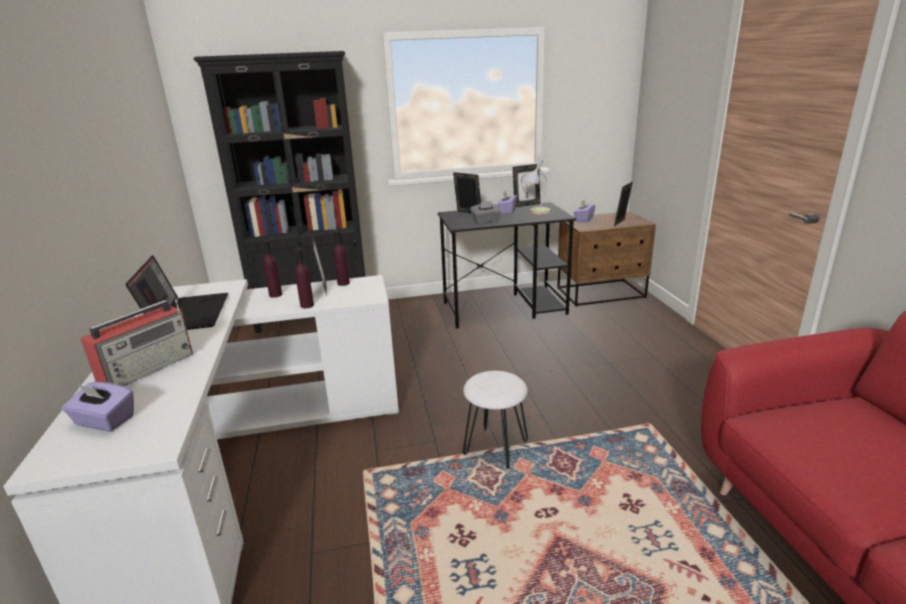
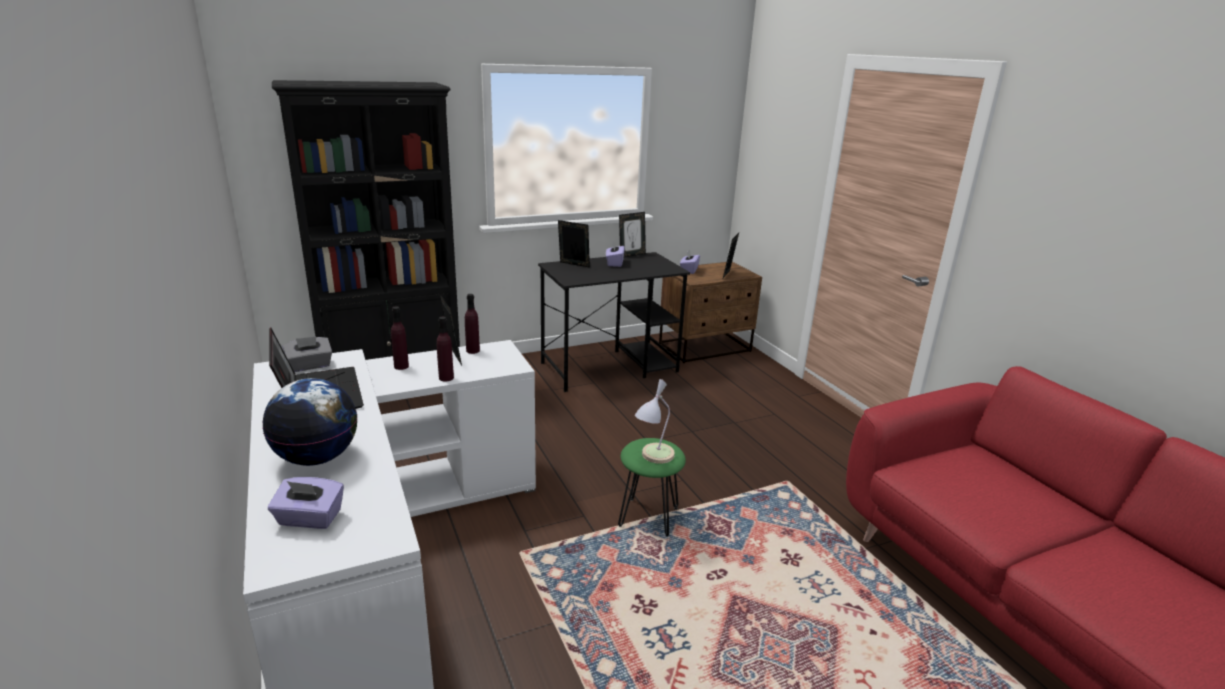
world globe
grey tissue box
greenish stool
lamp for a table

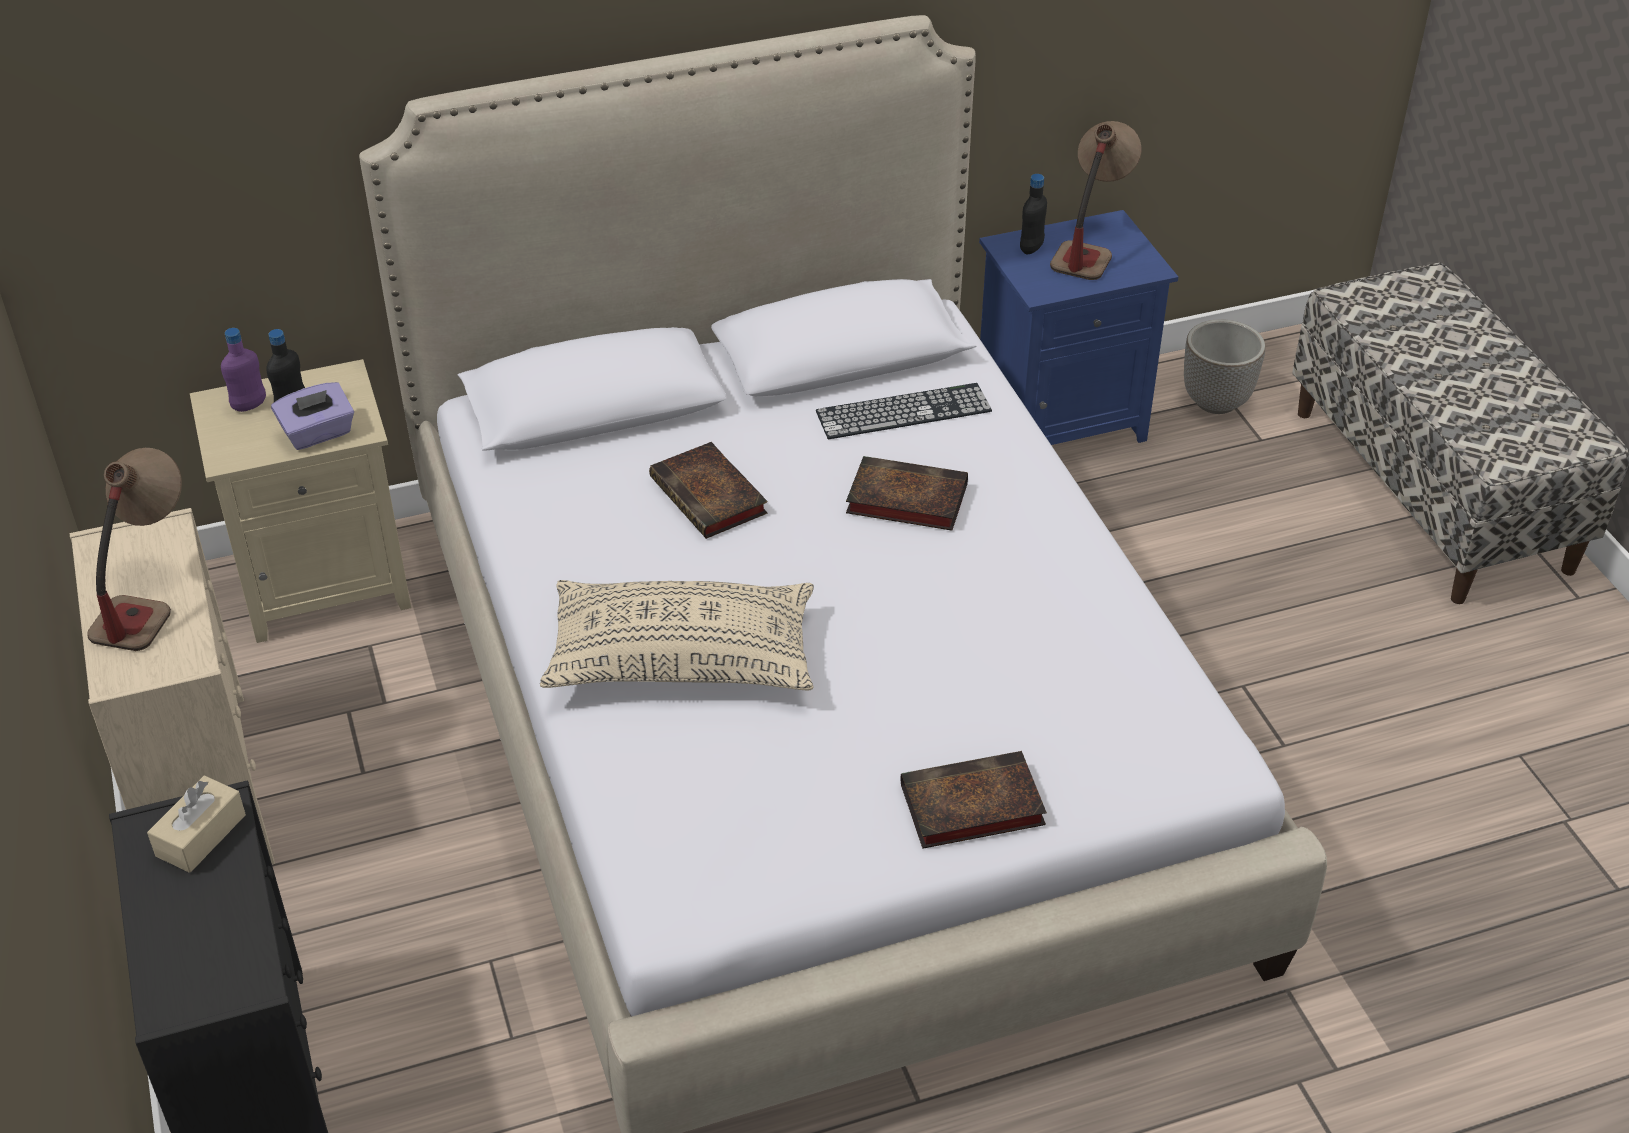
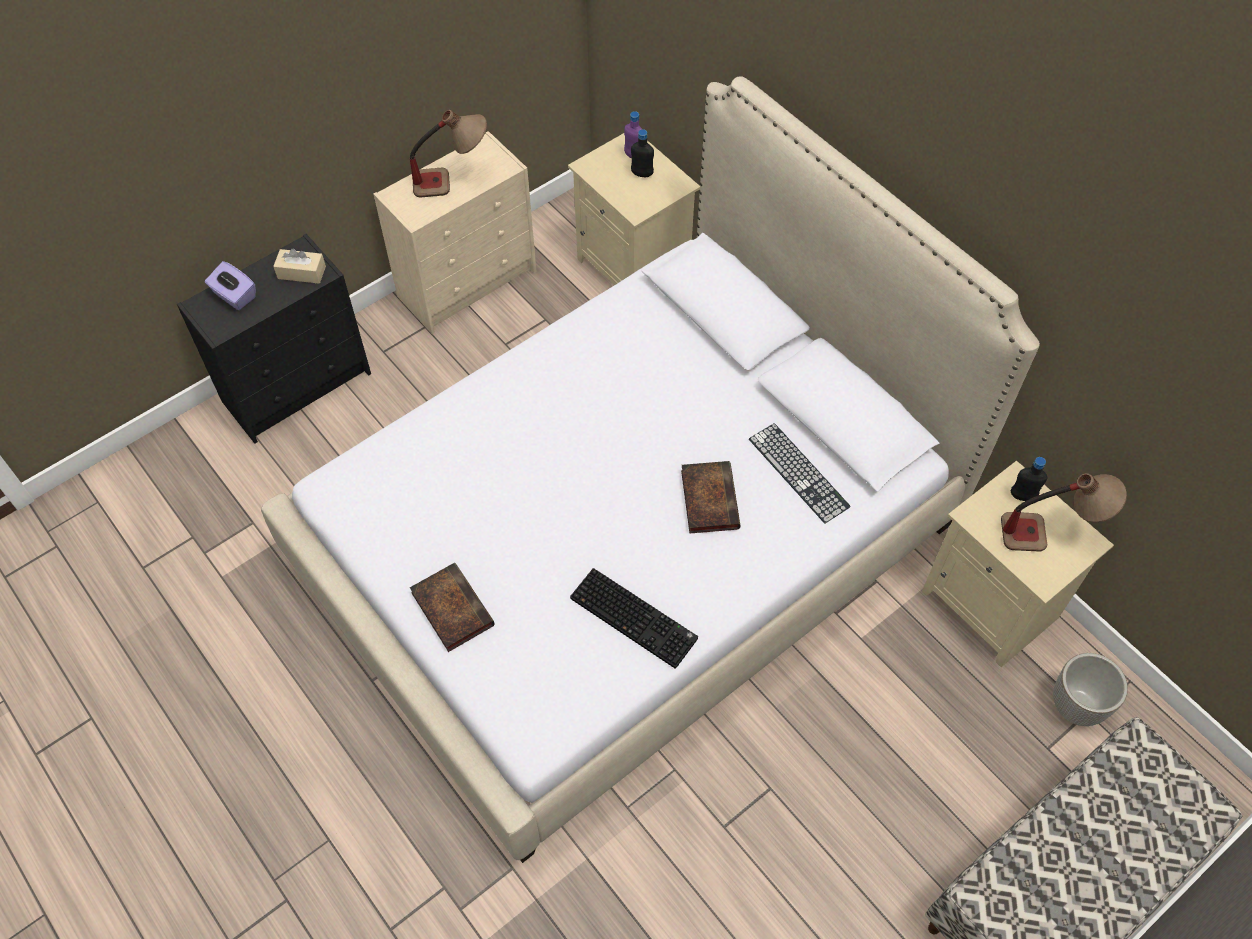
purple-coloured tissue box
keyboard (1st from left)
beige nightstand (2nd from left)
beige cushion
book (1st from left in the first image)

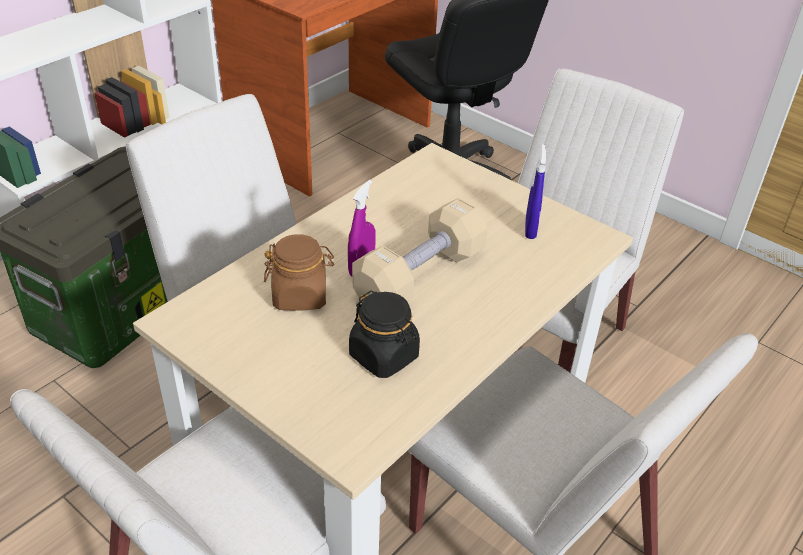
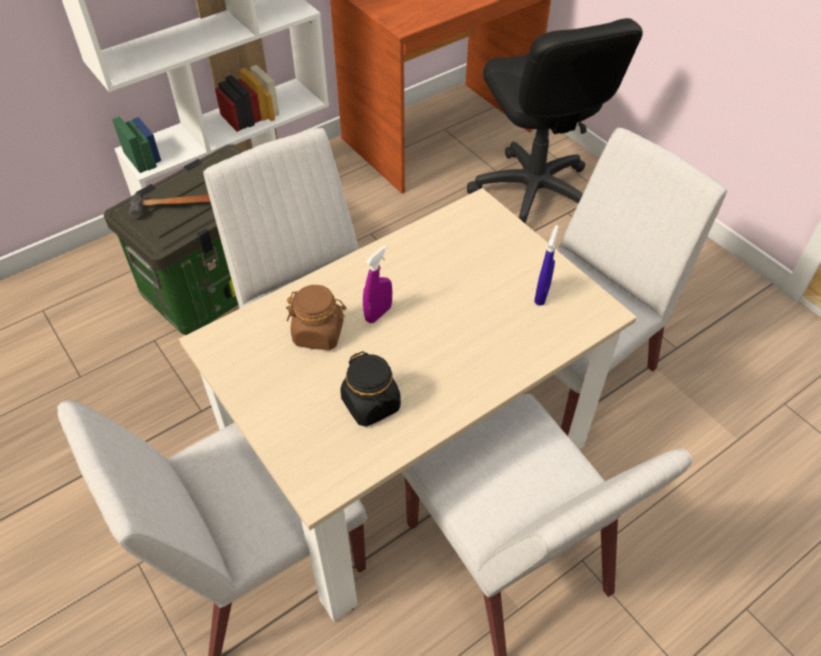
tool hammer
beige dumbbell

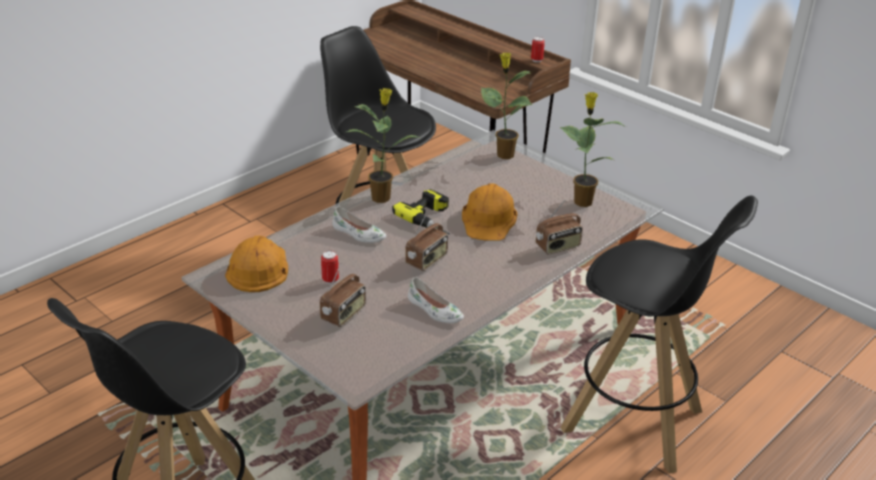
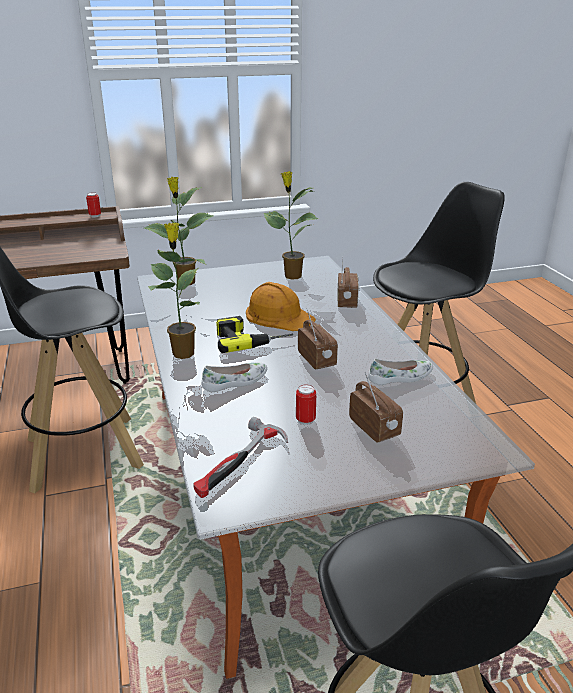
tool hammer

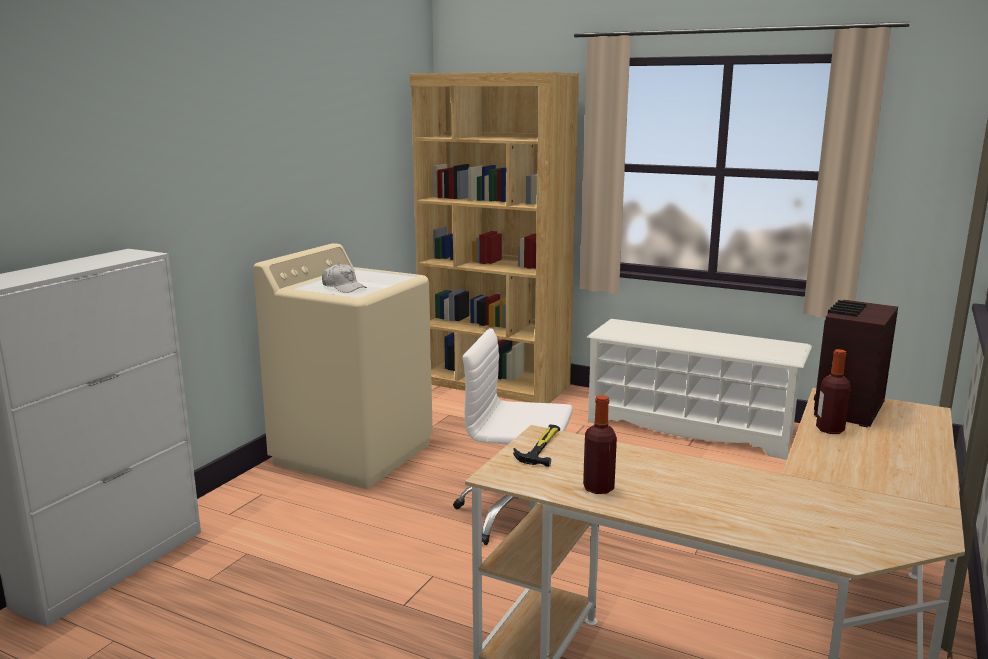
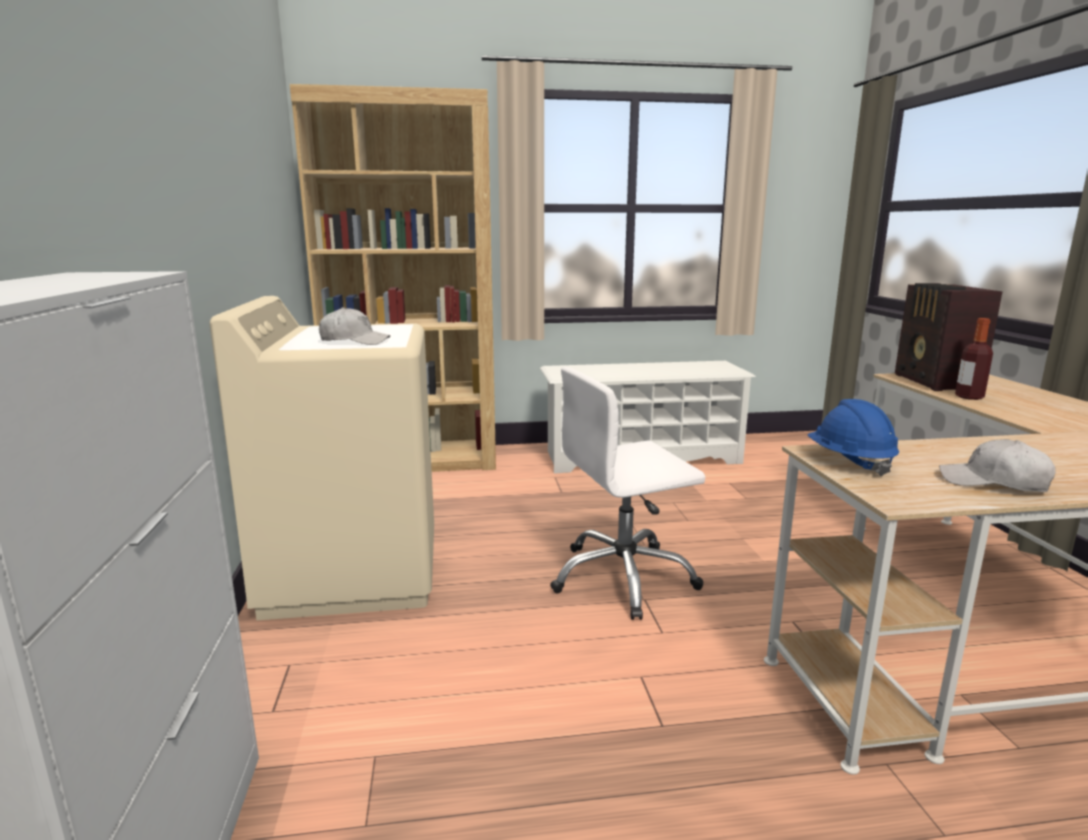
blue-coloured safety helmet
white-coloured peaked cap (2nd from left)

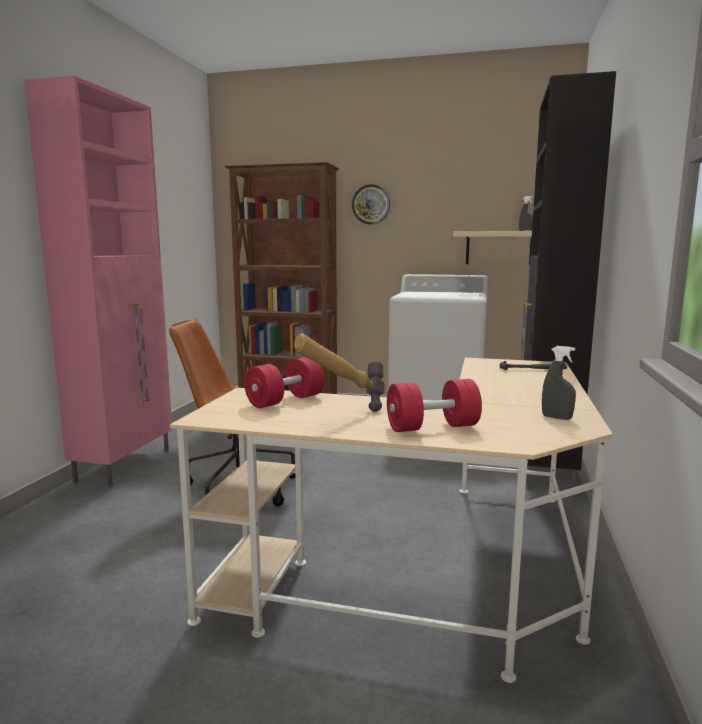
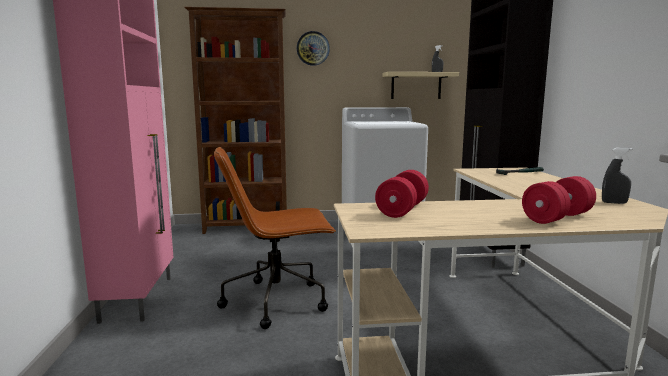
tool hammer (1st from left in the first image)

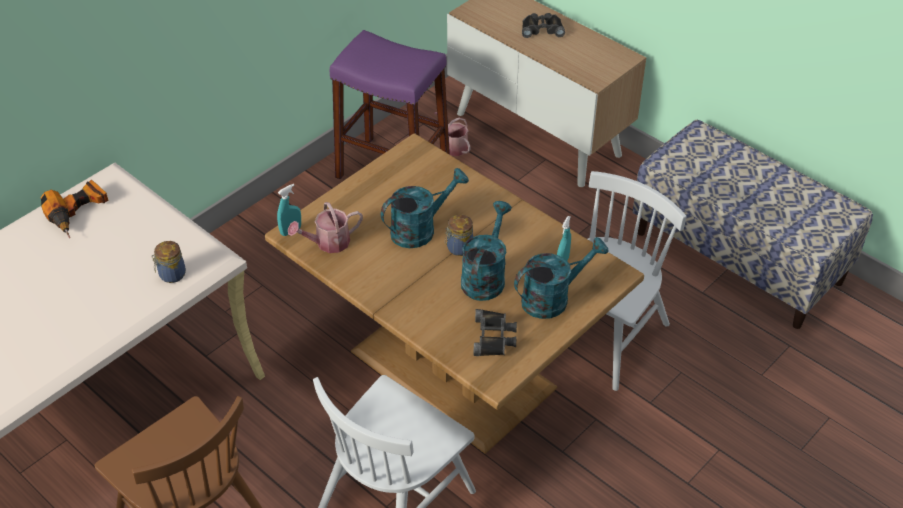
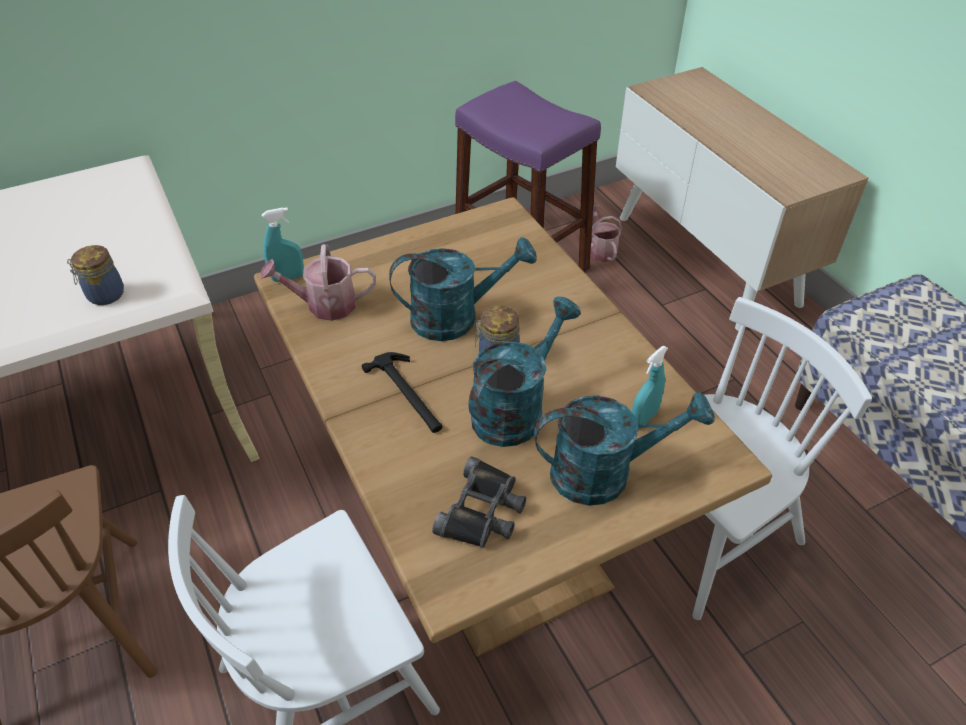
tool hammer
electric drill
blackish field glasses (2nd from left in the first image)

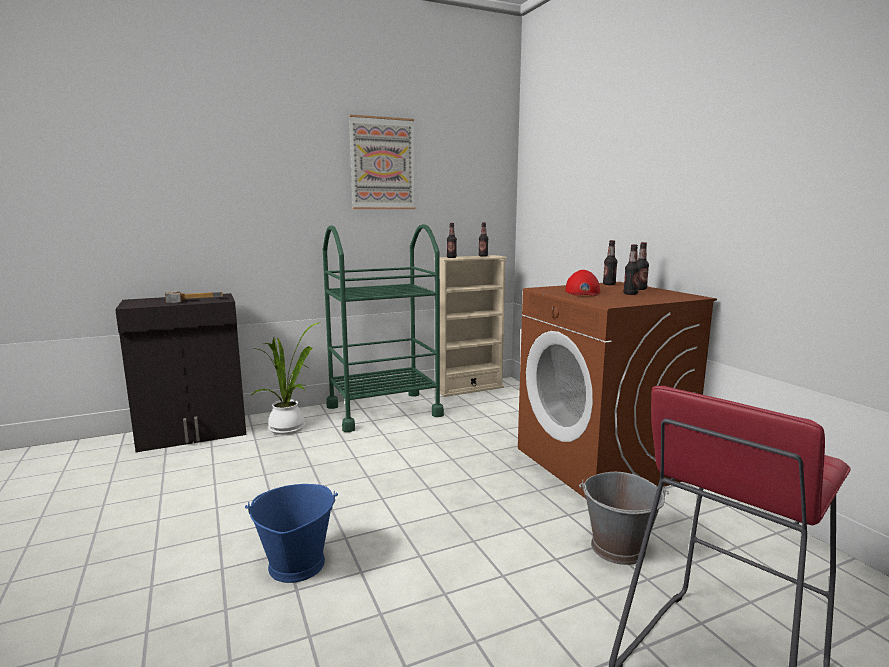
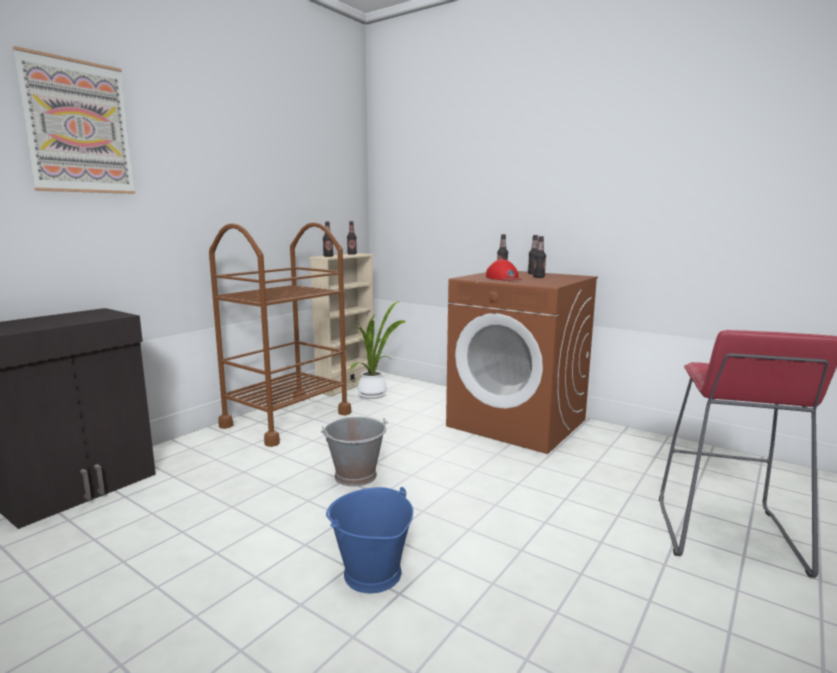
wall art
brown-coloured cart
grey water bucket
potted plant
tool hammer

